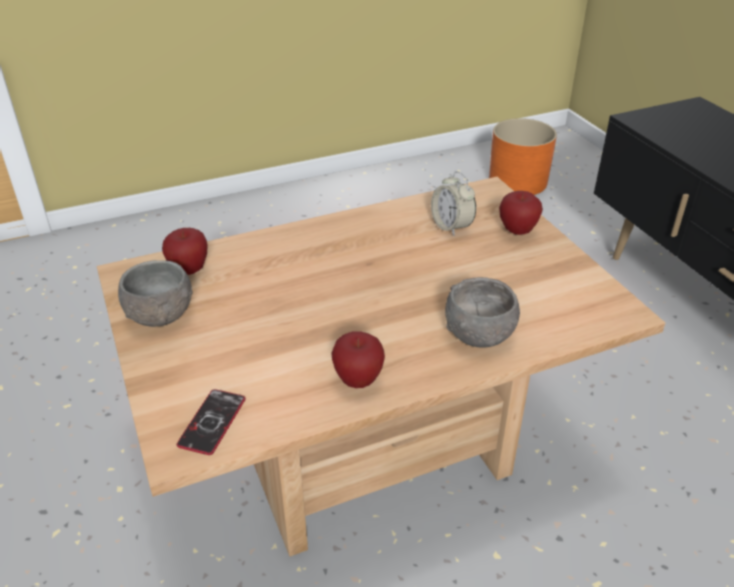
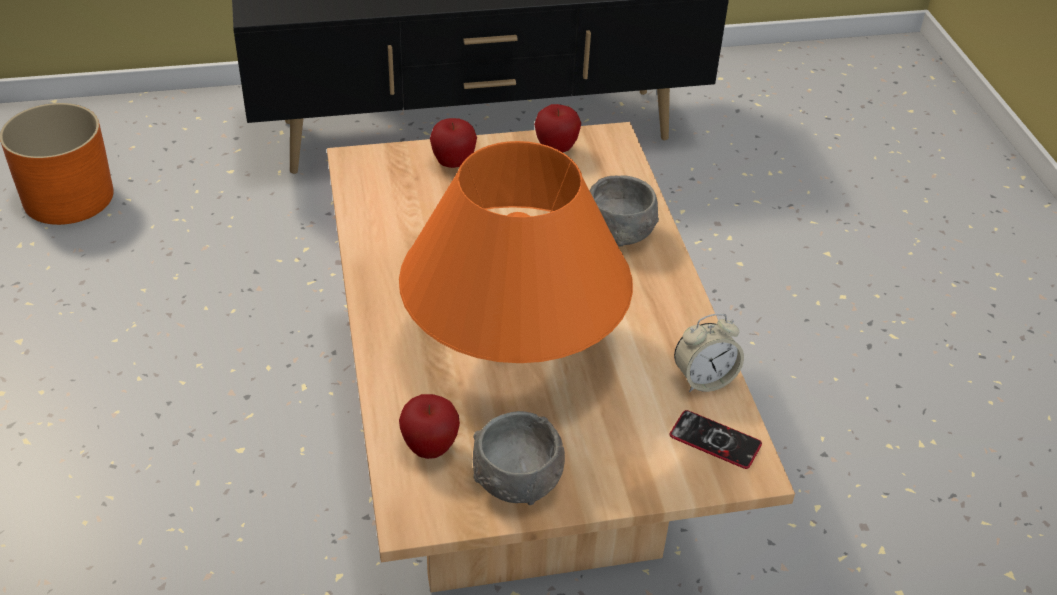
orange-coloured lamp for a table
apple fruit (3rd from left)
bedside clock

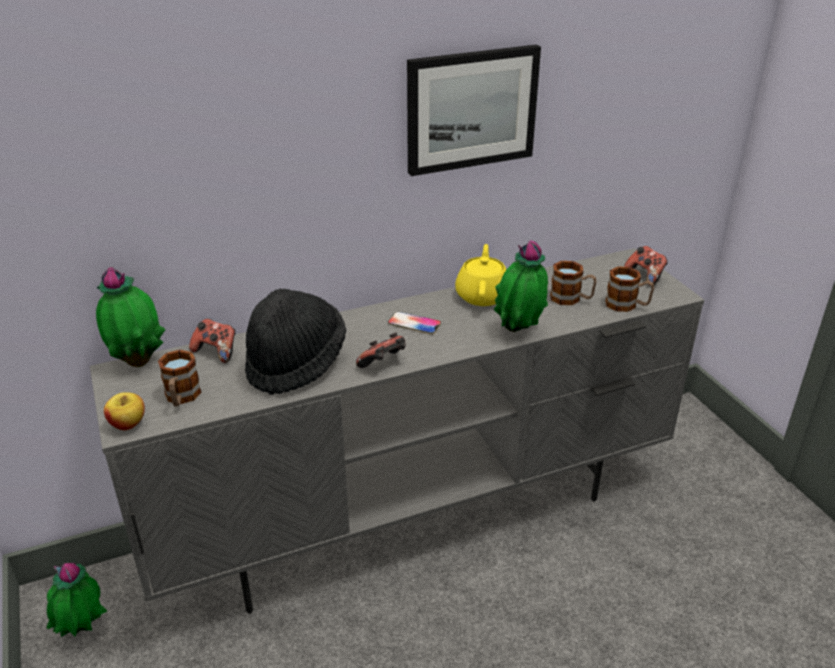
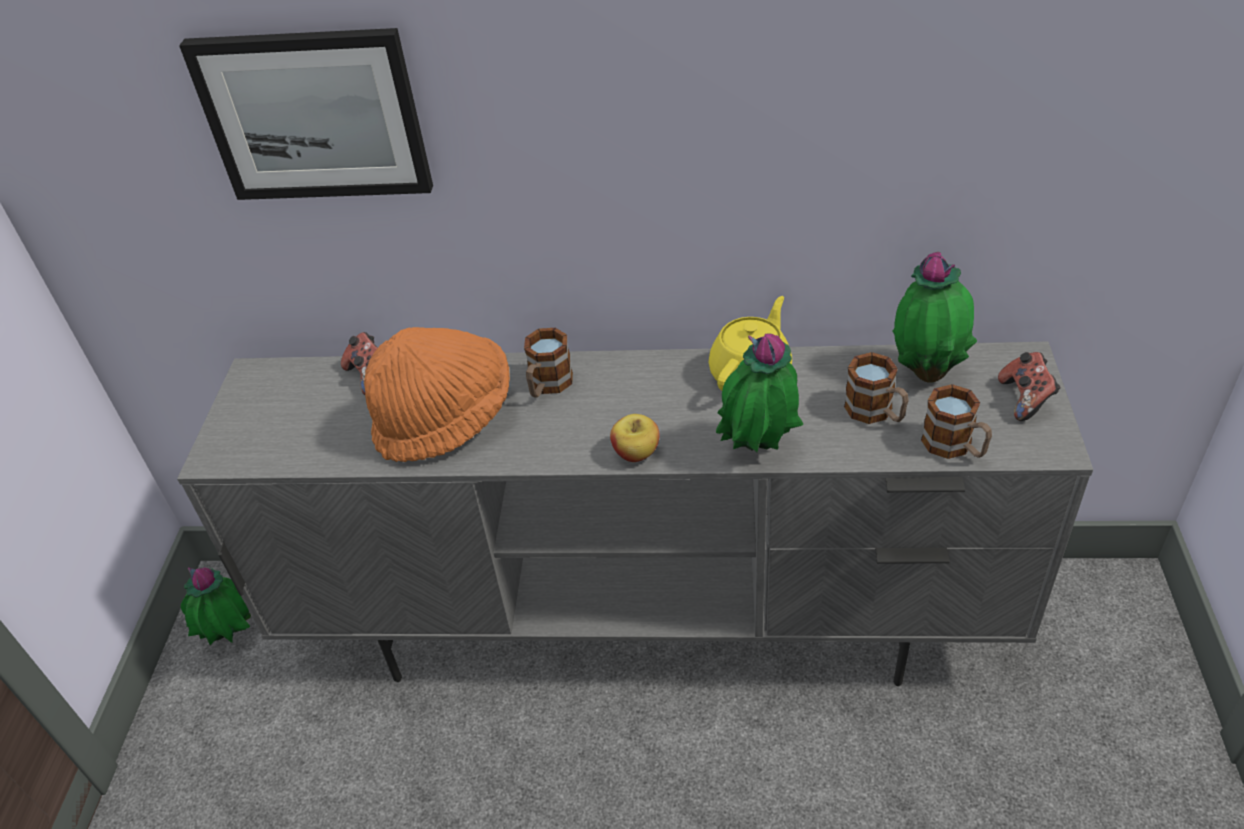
wall art
orange-coloured wearable hat
tea mug (1st from left)
apple fruit
potted plant (3rd from left)
gamepad (2nd from left in the first image)
telephone

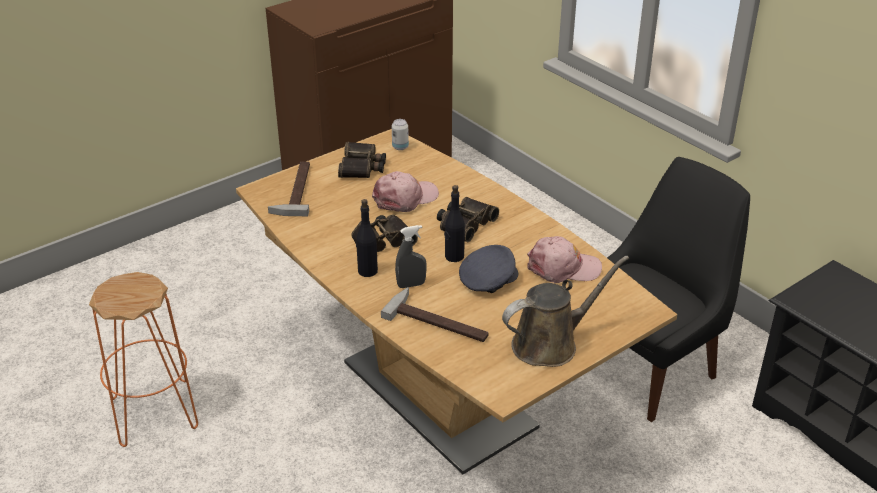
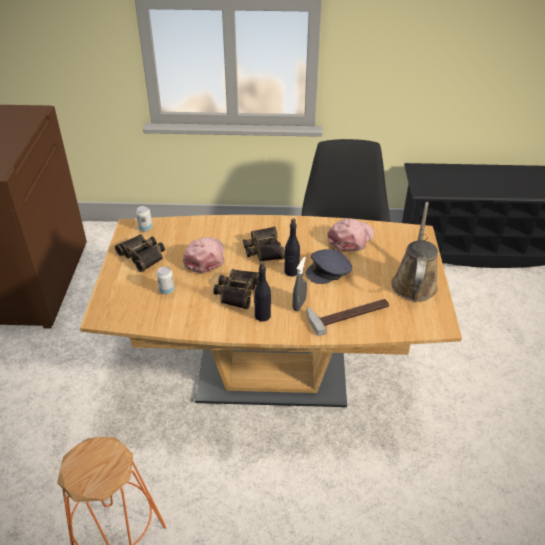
metal can (2nd from left)
grey peaked cap
tool hammer (1st from left in the first image)

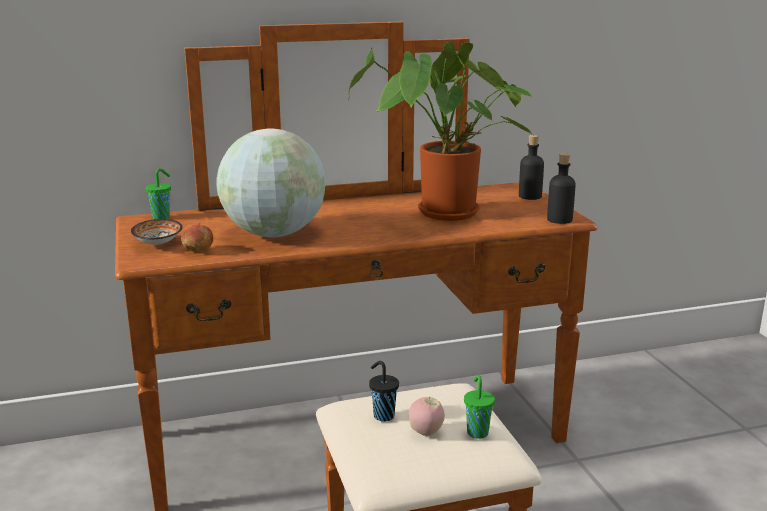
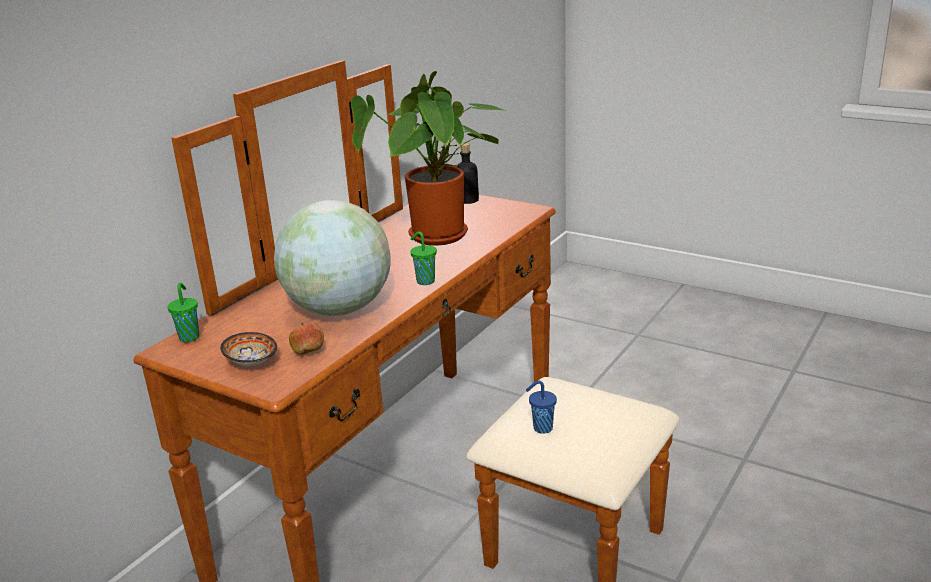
greenish drinking cup (2nd from left)
blue-coloured drinking cup
apple fruit (2nd from left in the first image)
blackish bottle (2nd from left in the first image)

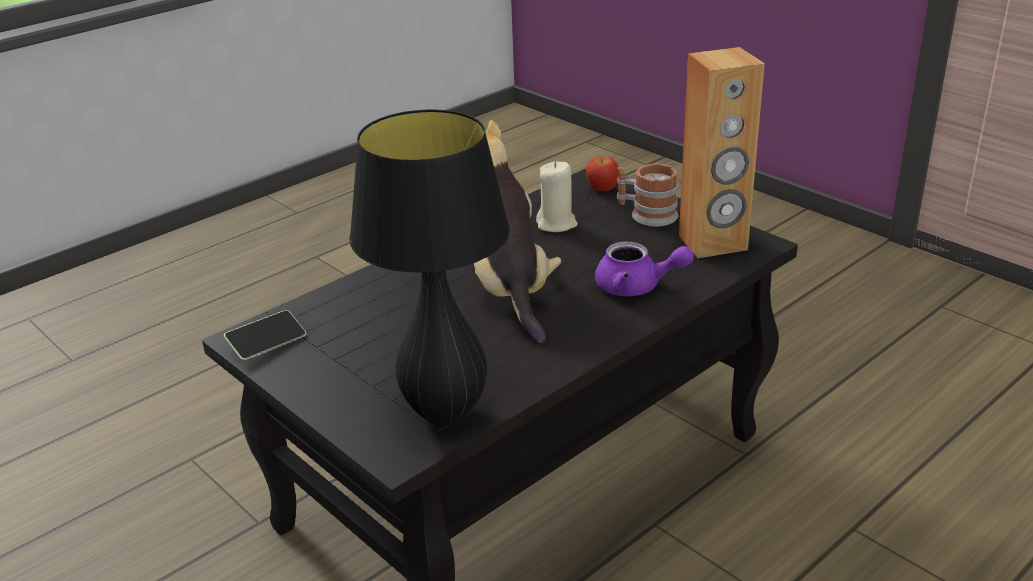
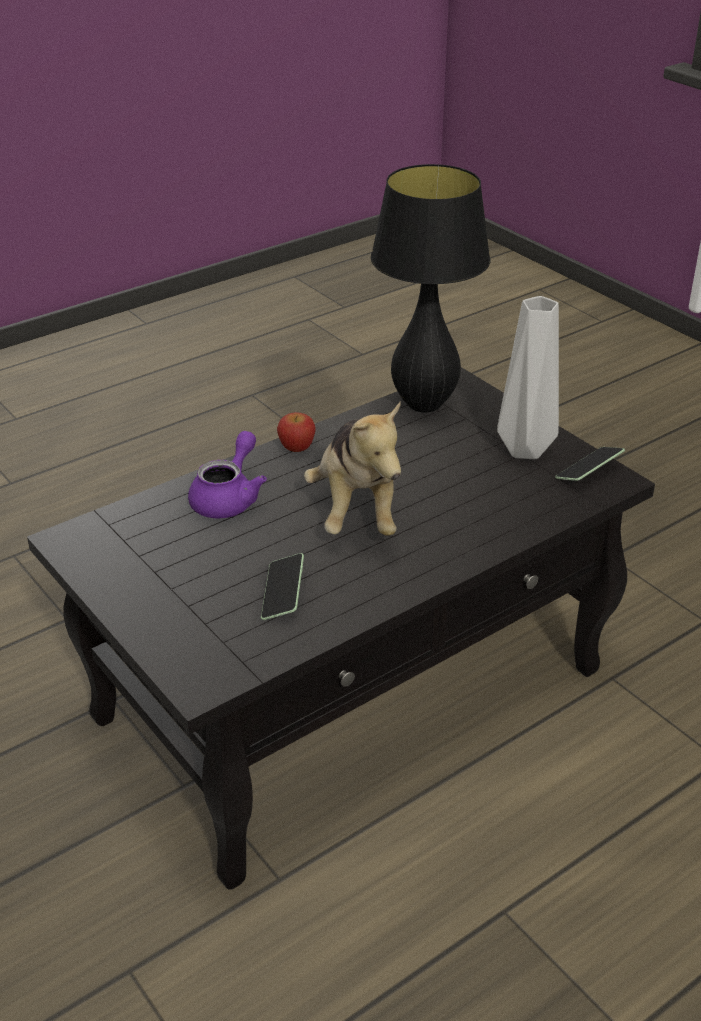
purple-coloured teapot
telephone (1st from left)
apple fruit
grey decorative vase
tea mug
brown-coloured loudspeaker

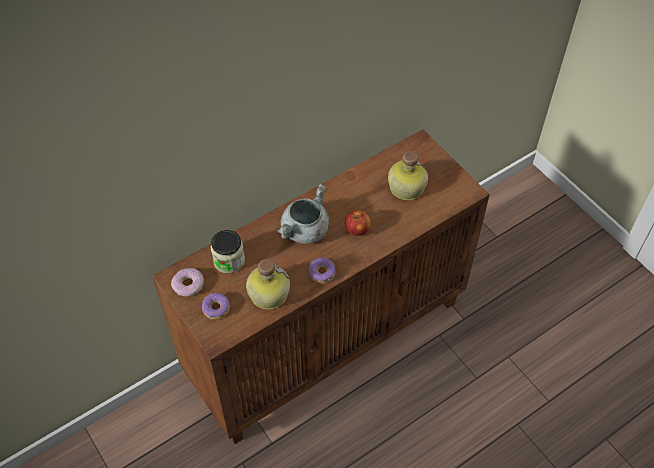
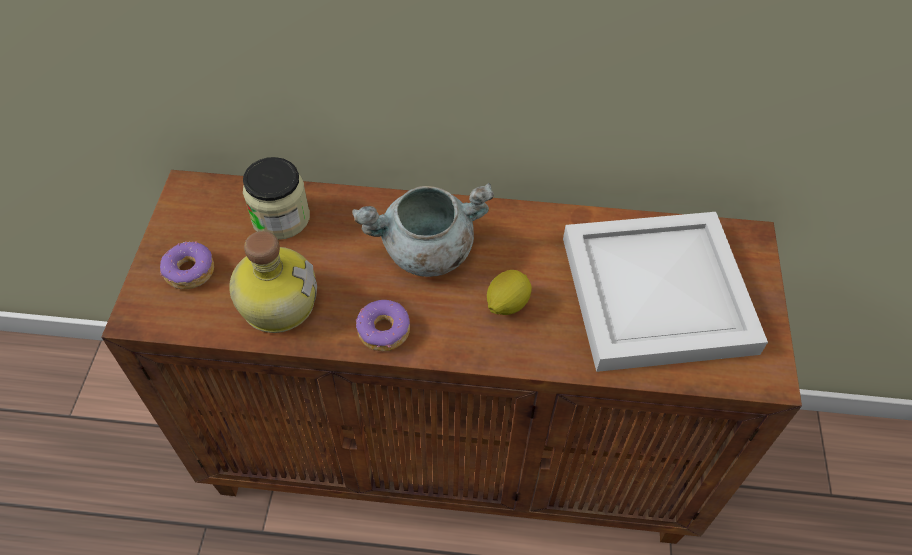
citrus fruit
white-coloured carrying tray
ring doughnut (1st from left in the first image)

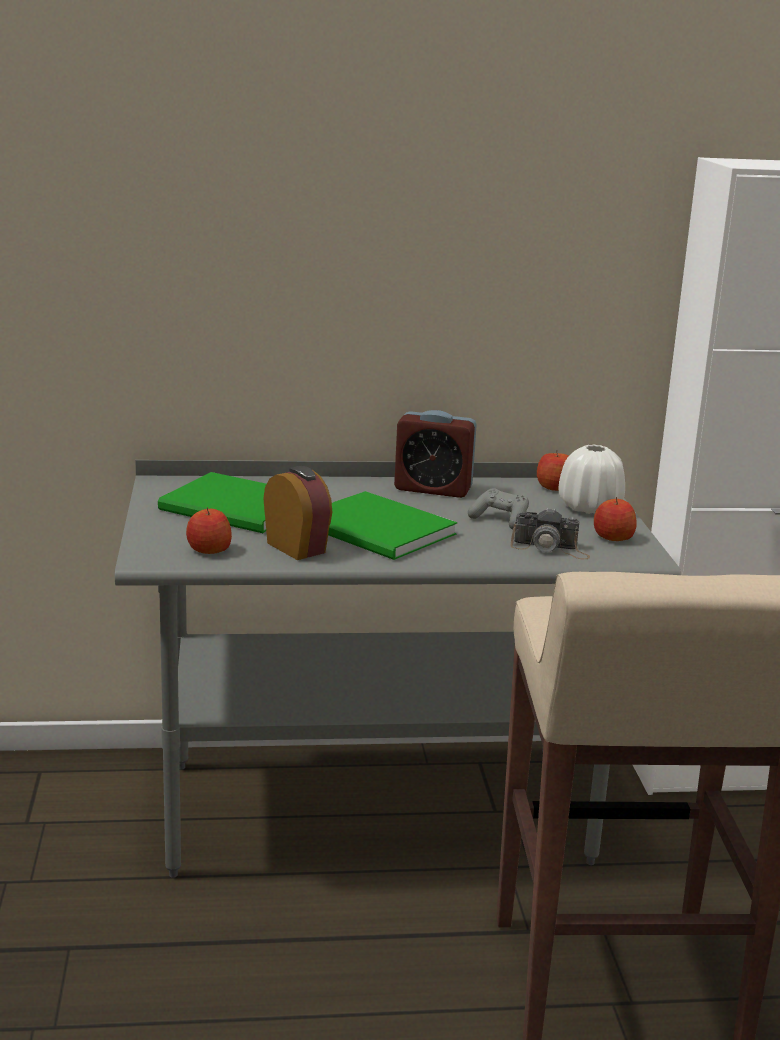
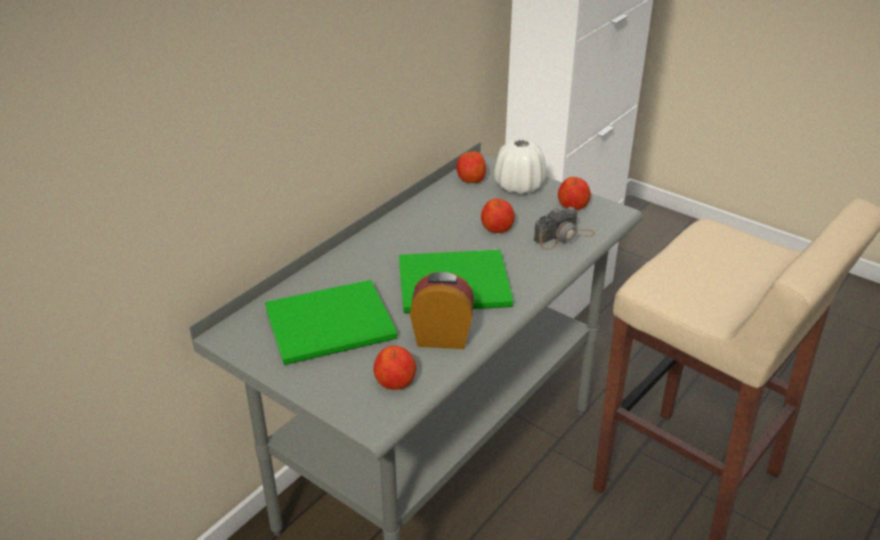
apple fruit (3rd from left)
bedside clock (2nd from left in the first image)

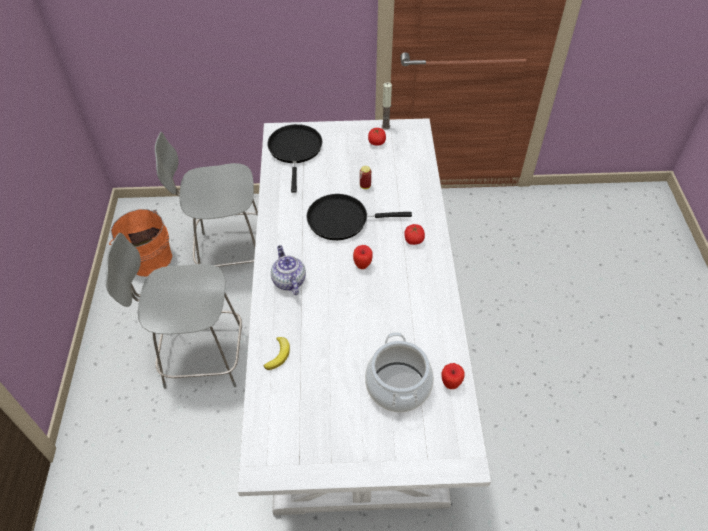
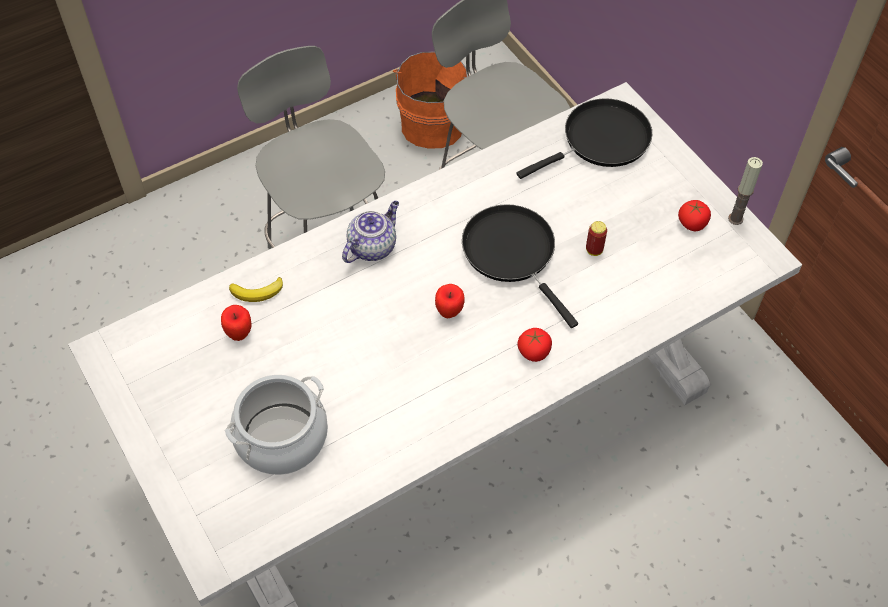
apple fruit (1st from left)

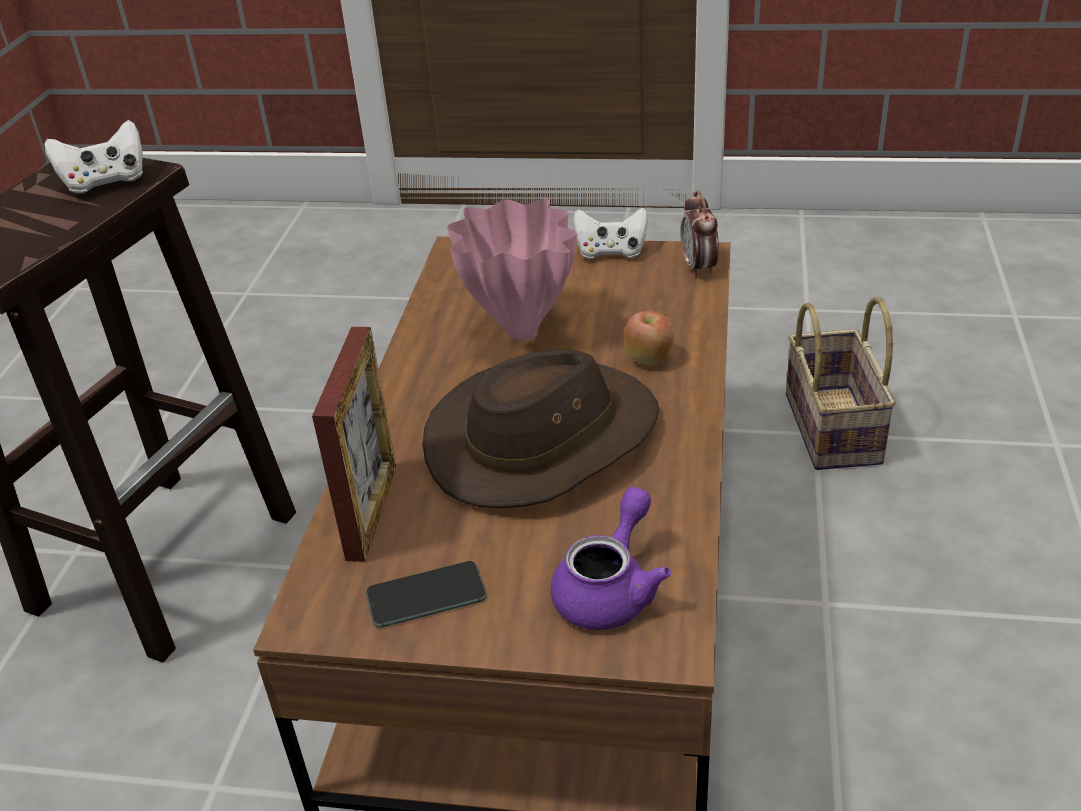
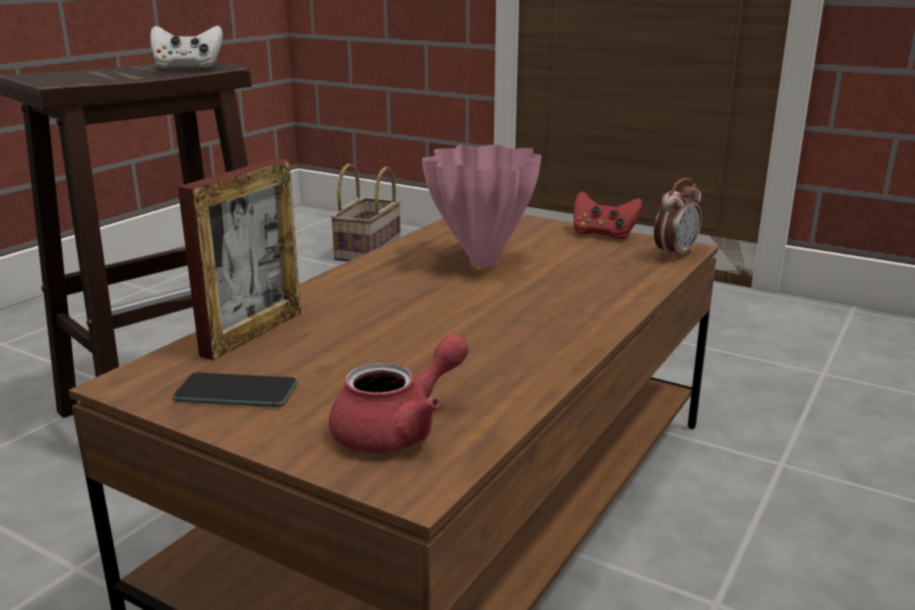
red-coloured teapot
household basket
red-coloured gamepad
bedside clock
brown-coloured wearable hat
apple fruit

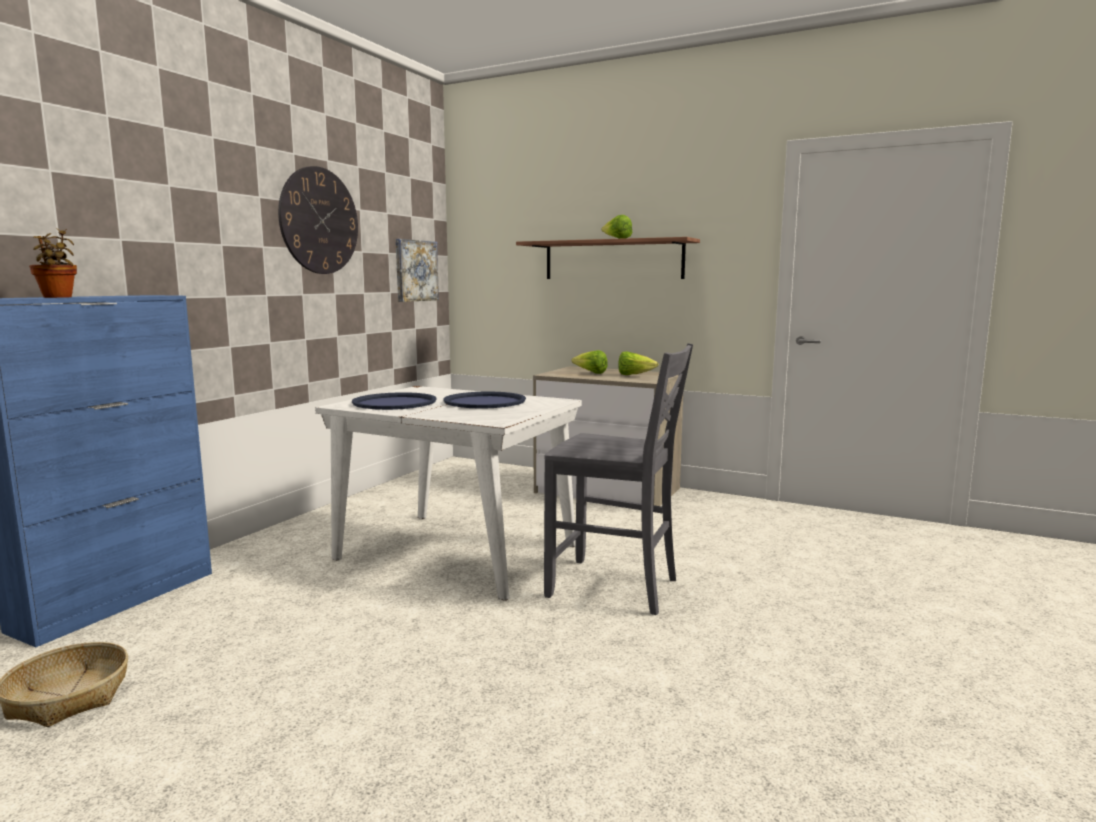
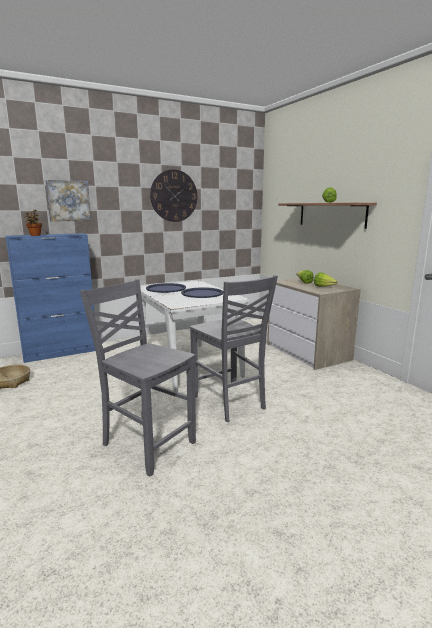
wall art
grey chair (1st from left)

